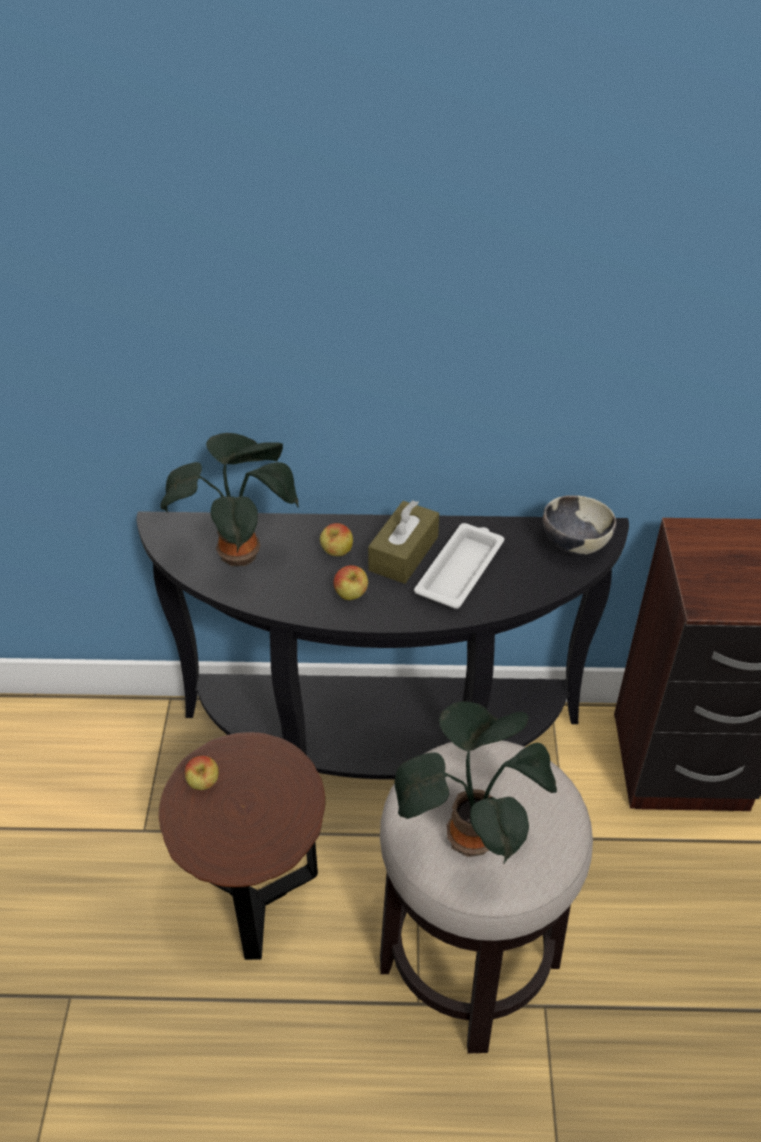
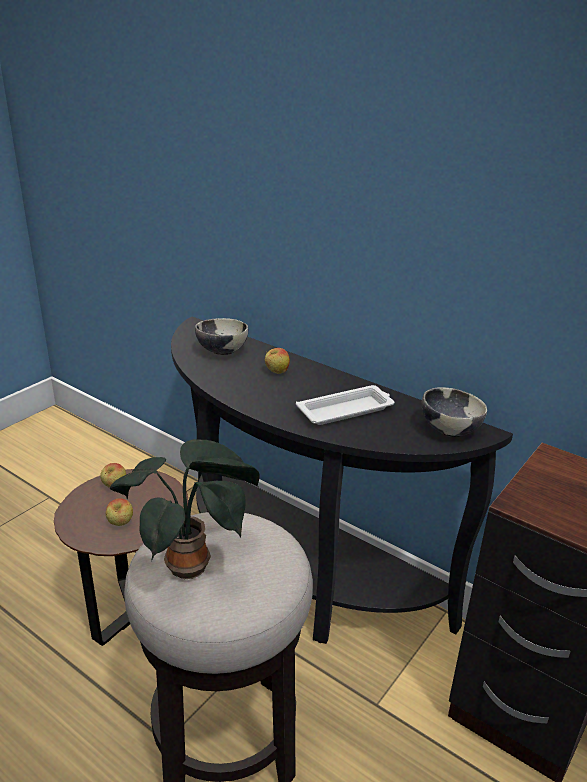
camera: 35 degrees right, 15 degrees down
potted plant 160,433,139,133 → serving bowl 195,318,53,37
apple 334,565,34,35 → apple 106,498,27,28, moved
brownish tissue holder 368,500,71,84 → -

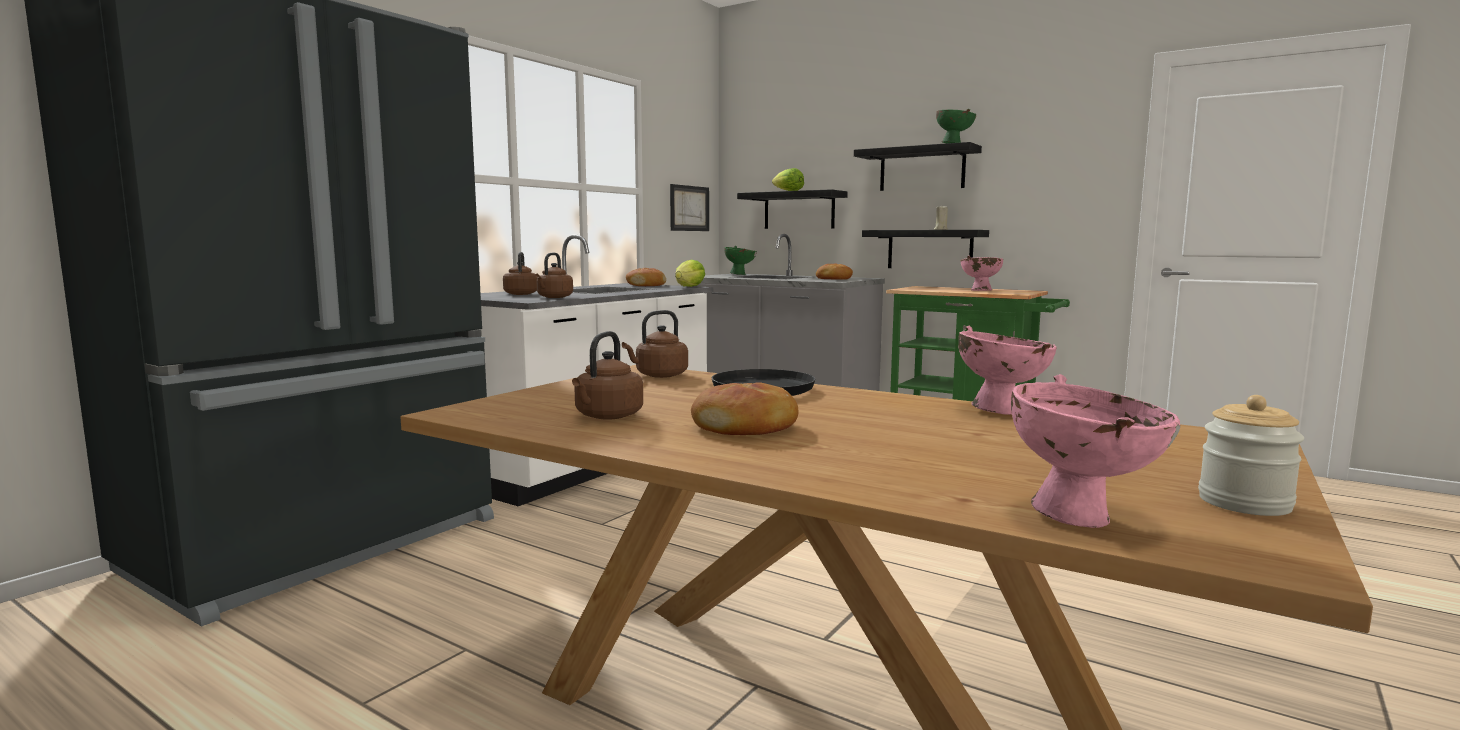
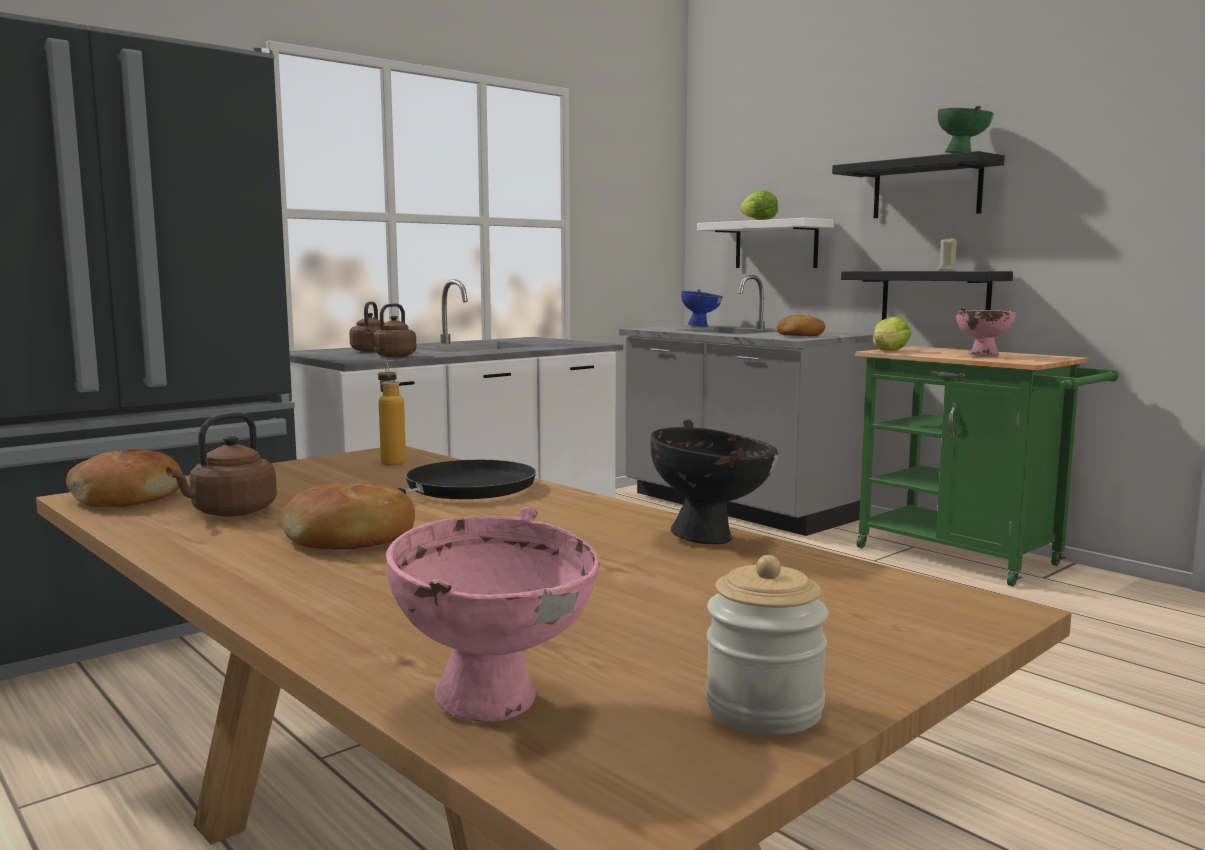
camera: 15 degrees right, 0 degrees up
brownish tea kettle 622,310,66,68 → drink bottle 378,362,28,104
bakery bread 626,268,40,18 → bakery bread 66,449,117,58, moved
wall picture 670,184,39,47 → -
head of lettuce 675,260,30,27 → head of lettuce 873,316,38,35, moved
green-coloured serving bowl 724,246,33,29 → blue-coloured serving bowl 681,290,41,37
black-coloured bracket shelf 737,189,111,40 → whitish bracket shelf 697,218,137,50
pink-coloured serving bowl 958,326,99,89 → black-coloured serving bowl 650,420,128,124

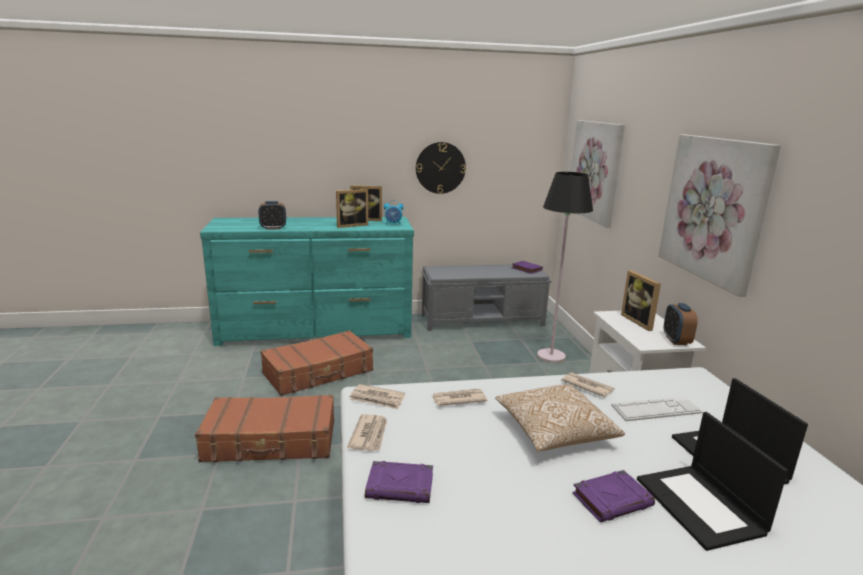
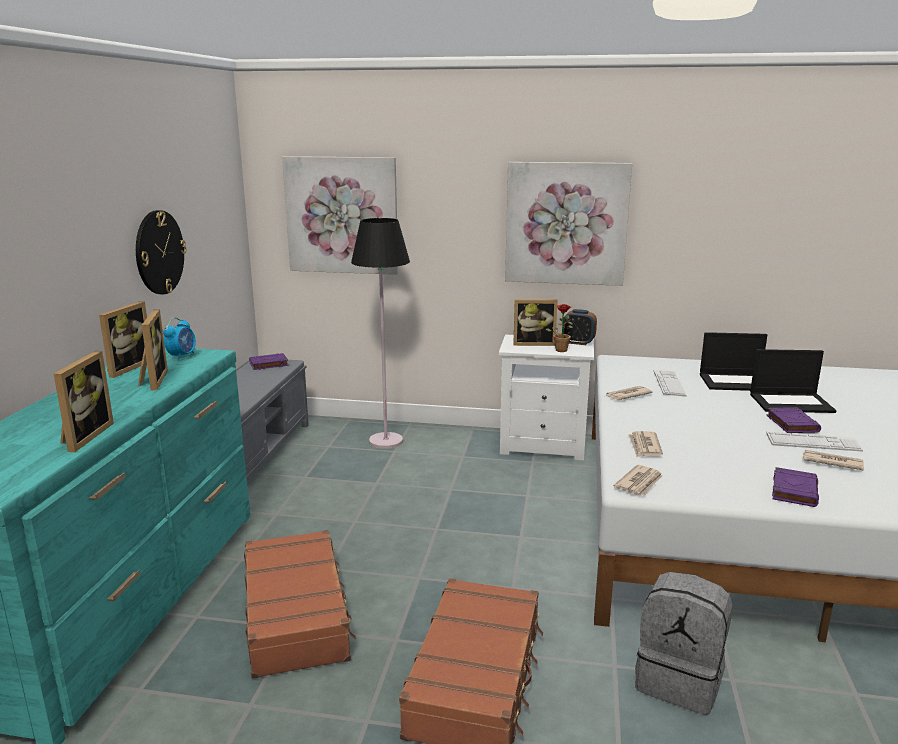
camera: 70 degrees left, 0 degrees up
bedside clock 258,201,28,29 → standing frame 54,351,60,101
newspaper 347,414,40,37 → newspaper 803,450,61,20, moved
pillow 495,384,130,68 → -
- → potted plant 546,304,27,48
- → grey backpack 635,572,98,143
- → keyboard 766,432,97,20

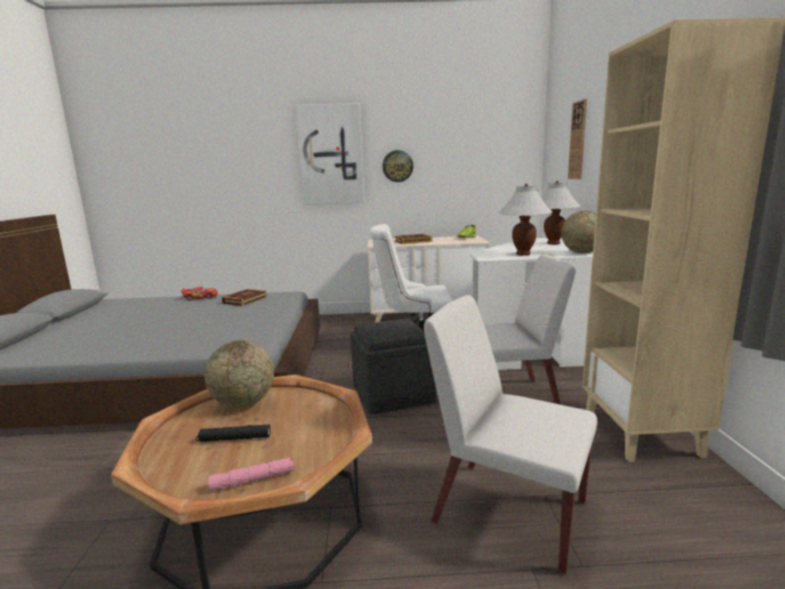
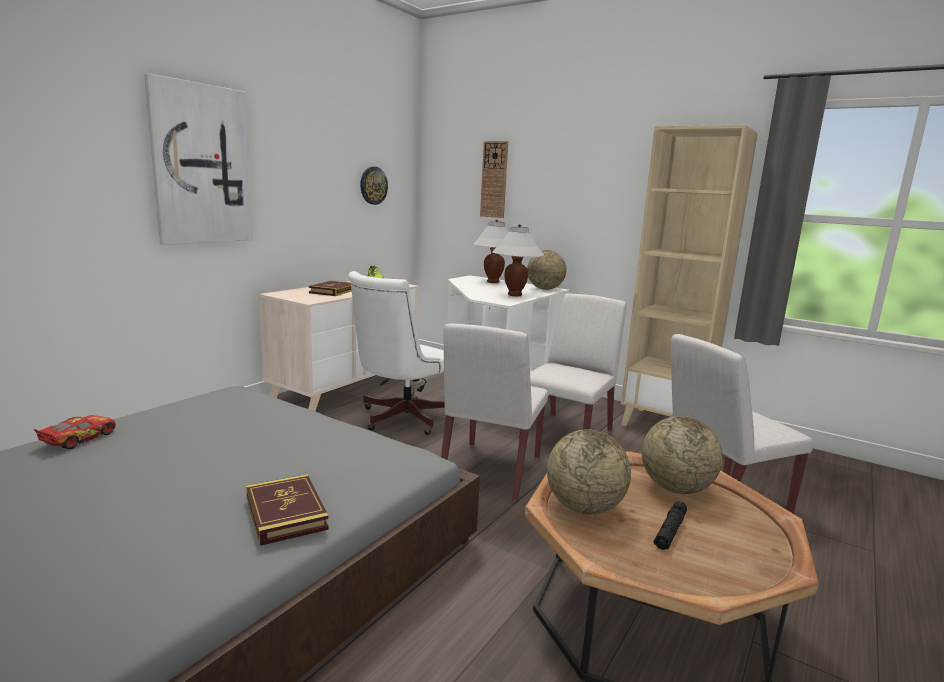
camera: 55 degrees left, 0 degrees up
pink-coloured flashlight 208,457,87,34 → -
book 222,289,45,17 → book 246,474,83,72, moved
grey pouffe 350,318,86,96 → whitish upright chair 441,323,107,178
clock on the wall 382,150,31,32 → clock on the wall 360,167,28,38, moved
- → world globe 642,416,81,78

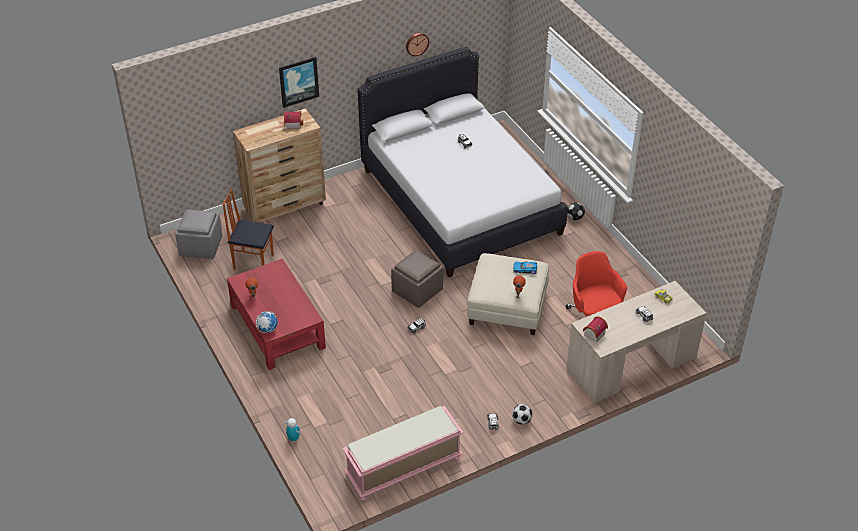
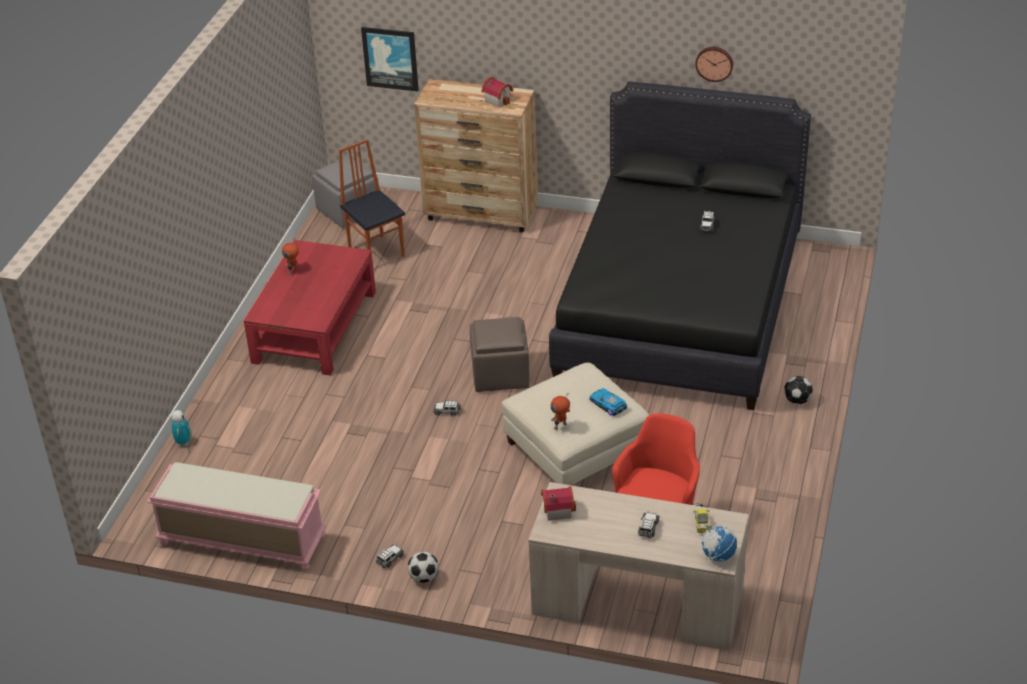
camera: 45 degrees right, 5 degrees down
world globe 256,311,22,22 → world globe 700,525,37,37, moved
wall picture 279,57,40,51 → wall picture 361,27,58,65, moved
whitish bedroom bed 358,47,210,230 → black-coloured bedroom bed 549,81,262,329

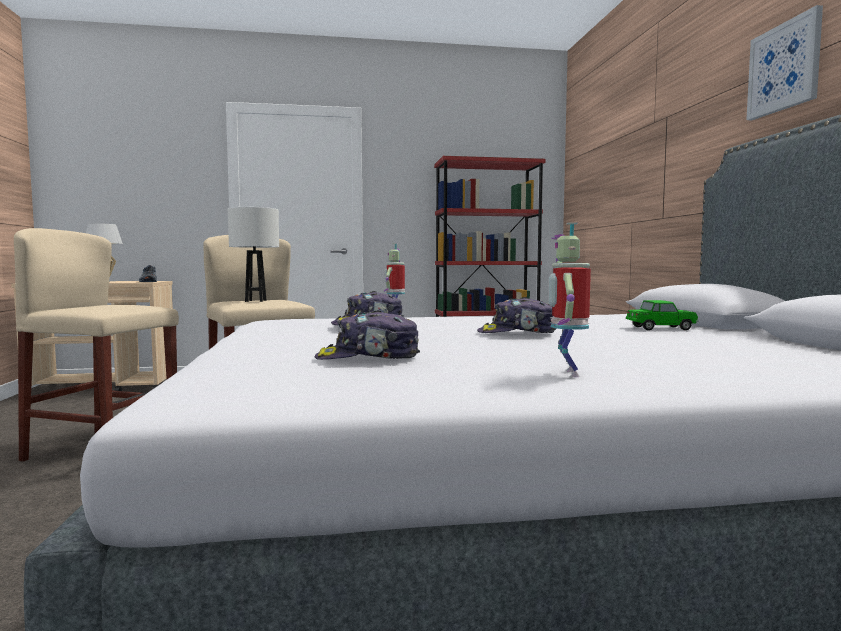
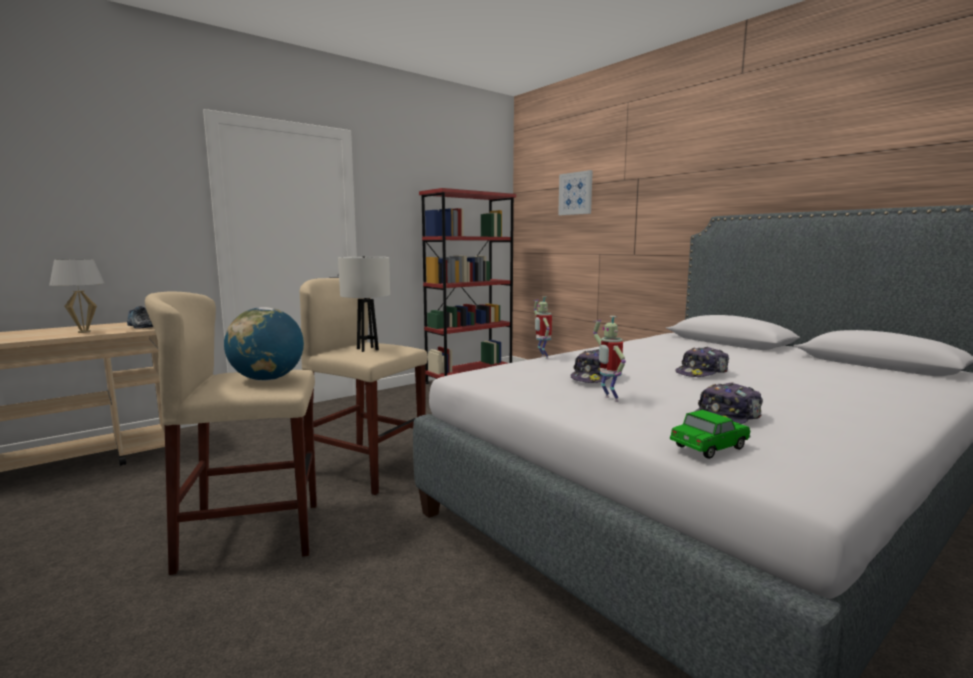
camera: 30 degrees left, 5 degrees up
robot figure 548,222,43,155 → robot figure 593,316,33,86, moved
toy car 626,300,72,30 → toy car 670,410,81,49, moved
wall picture 746,5,77,115 → wall picture 558,170,35,45, moved
- → world globe 224,307,80,74

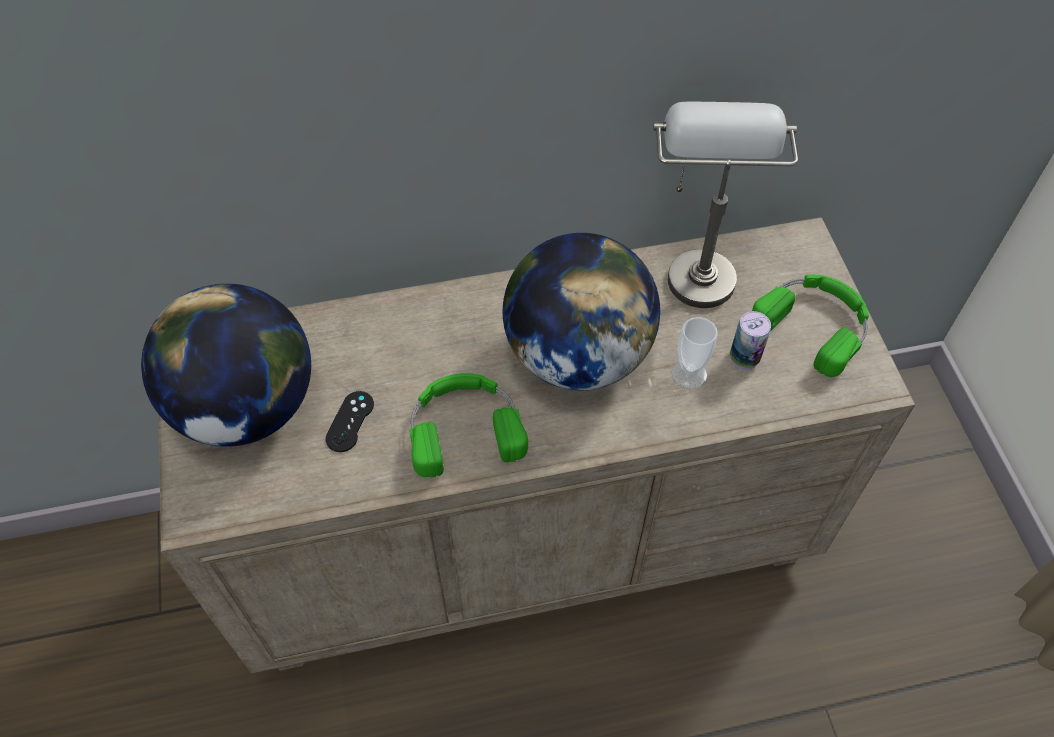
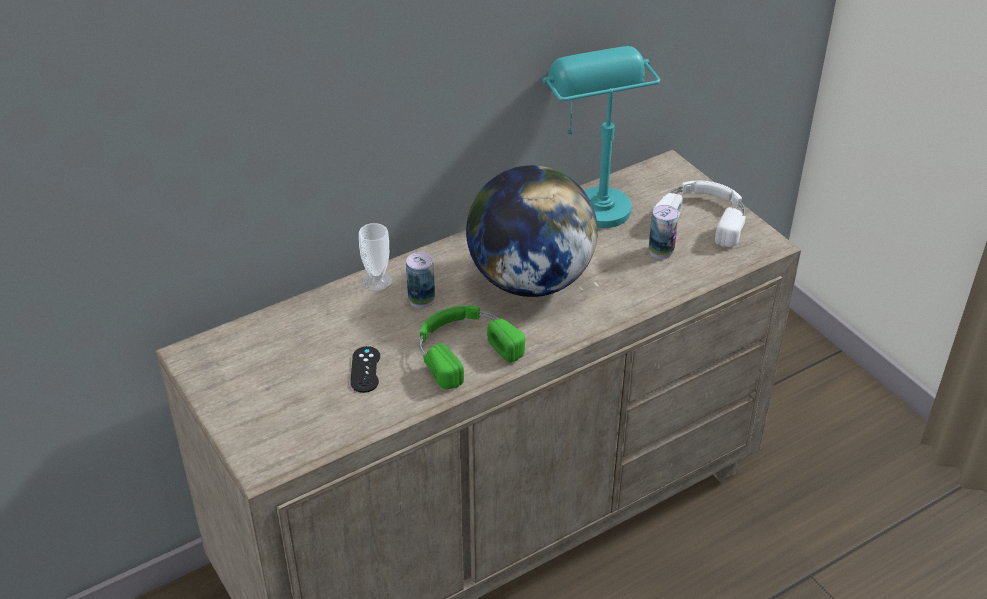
camera: 20 degrees left, 15 degrees down
world globe 141,283,170,164 → -
grey lamp for a table 653,102,145,206 → turquoise lamp for a table 543,46,117,182
small cup 671,317,47,72 → small cup 359,223,33,68, moved
green-coloured pair of headphones 752,274,117,103 → whitish pair of headphones 654,181,92,66
- → can 406,252,29,57

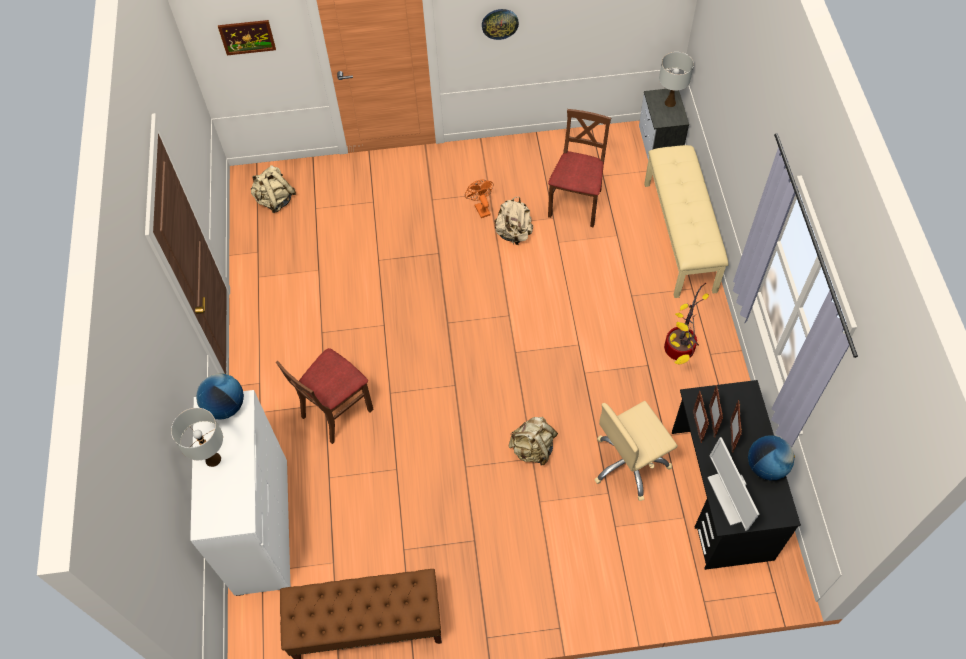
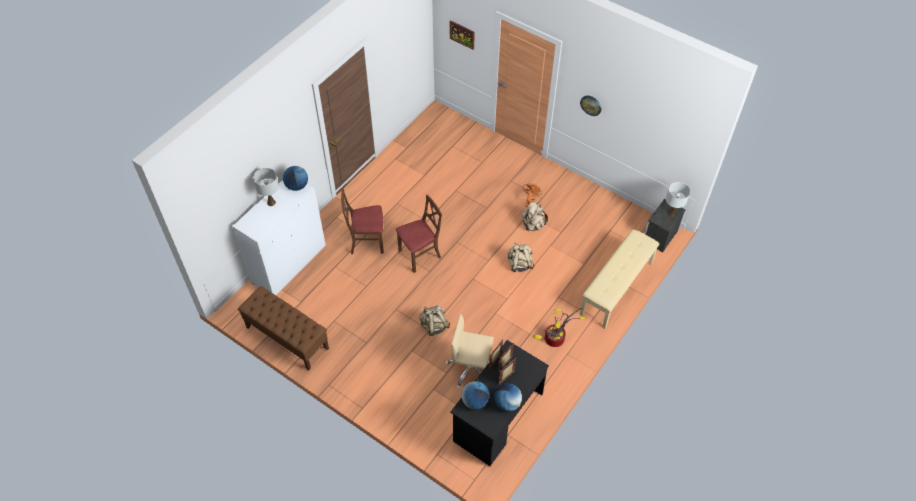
camera: 40 degrees right, 5 degrees down
sand-coloured backpack 251,165,45,48 → sand-coloured backpack 508,243,26,29, moved
brownish upright chair 548,109,63,118 → brownish upright chair 396,195,46,78, moved
monitor 708,437,51,94 → world globe 461,381,28,28

